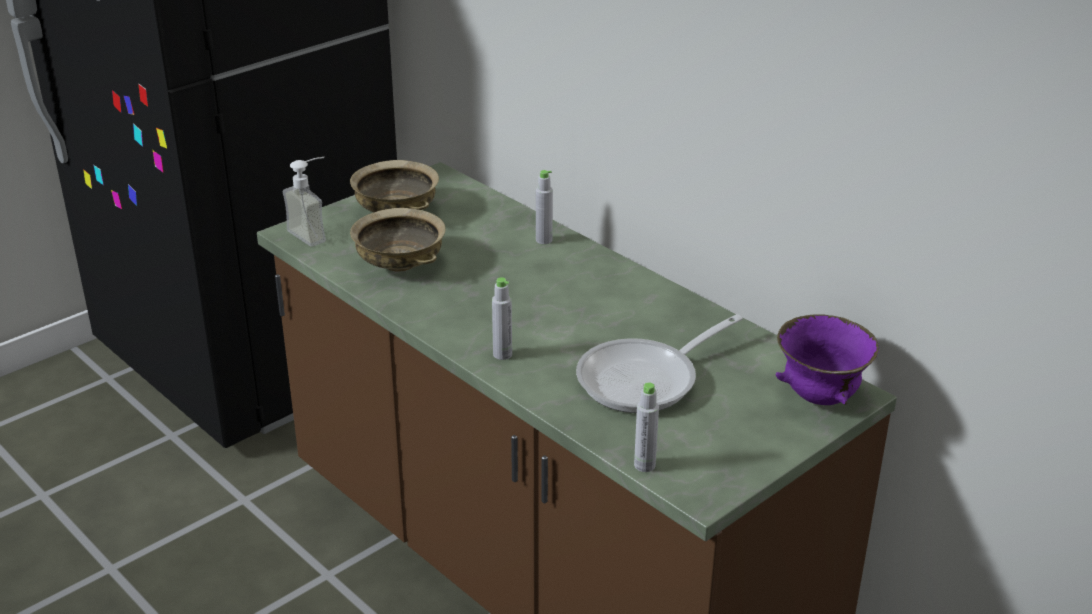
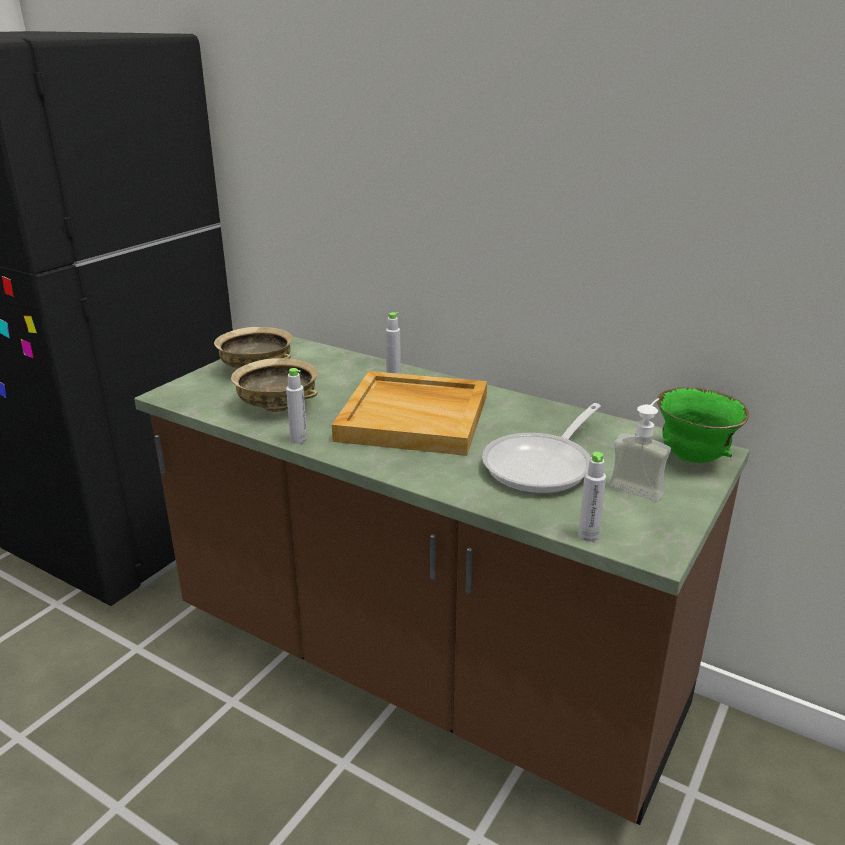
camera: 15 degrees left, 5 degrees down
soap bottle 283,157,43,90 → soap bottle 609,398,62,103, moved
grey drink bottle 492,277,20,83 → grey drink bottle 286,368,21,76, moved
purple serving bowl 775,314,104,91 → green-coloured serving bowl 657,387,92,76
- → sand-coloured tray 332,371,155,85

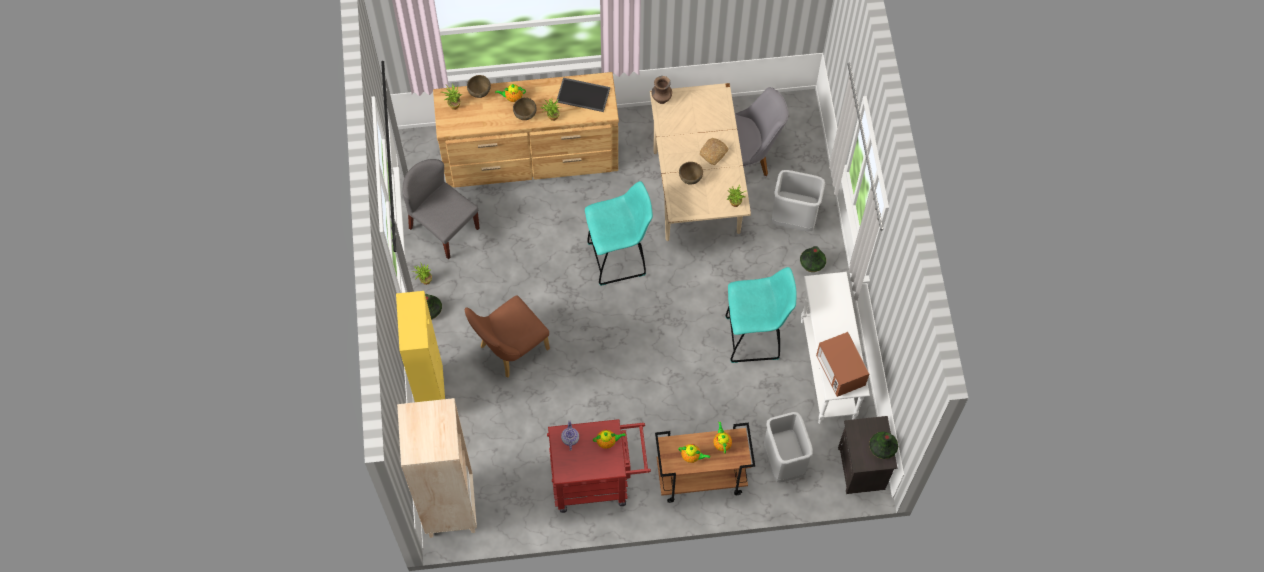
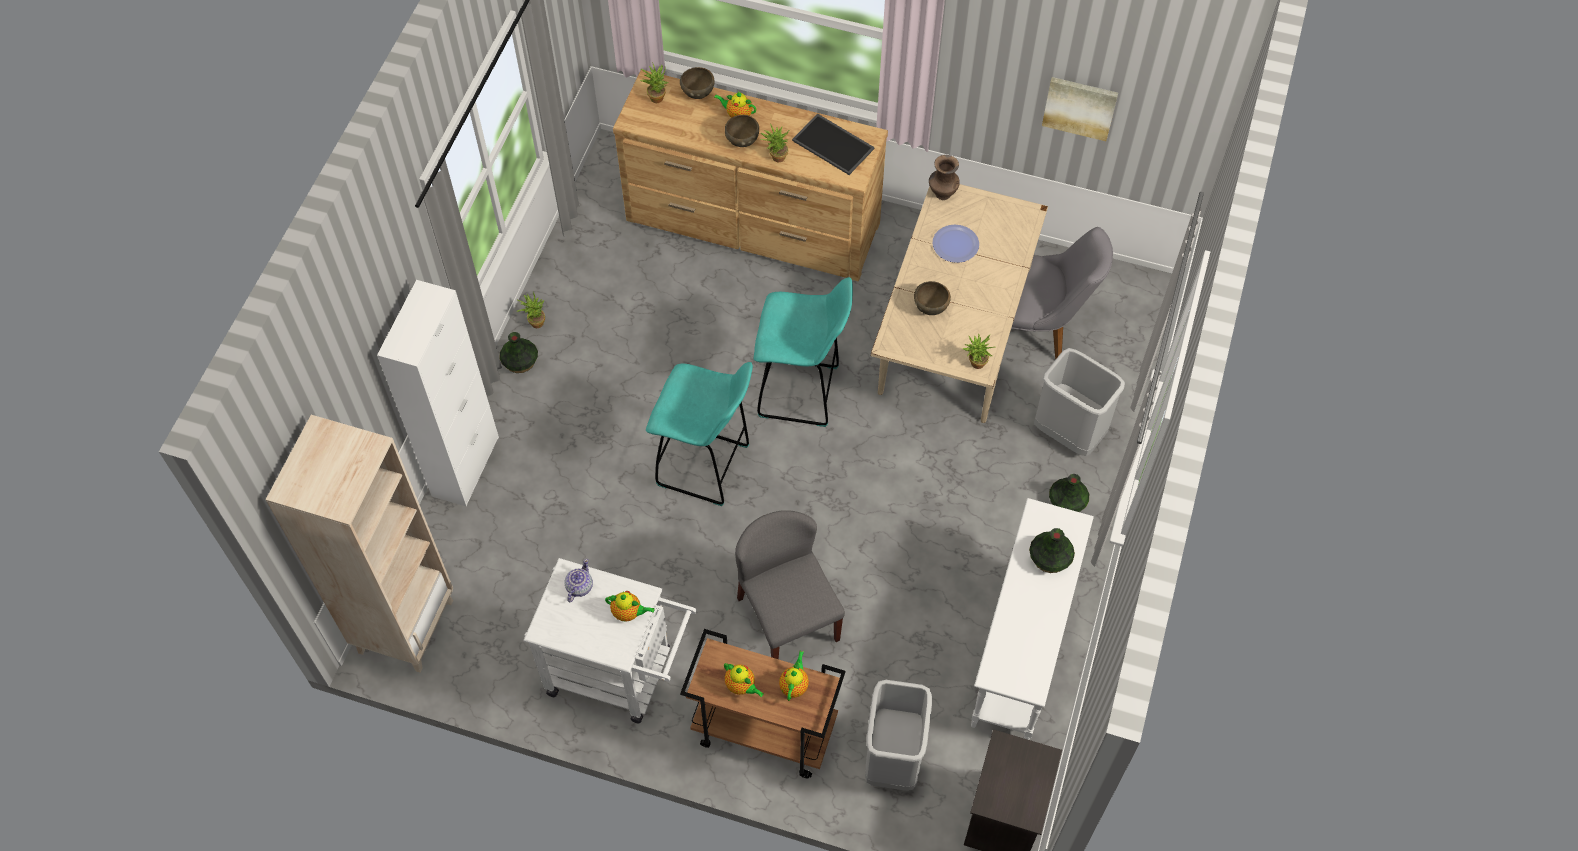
camera: 25 degrees right, 5 degrees down
yellow-coloured cabinet 396,291,49,111 → whitish cabinet 377,280,122,227
grey upright chair 402,159,78,100 → grey upright chair 735,510,110,149, moved
brownish upright chair 465,295,85,83 → -
red wheeled cart 547,419,104,94 → whitish wheeled cart 523,558,173,166
bakery bread 700,138,28,27 → -
turquoise stool 726,267,71,96 → turquoise stool 646,362,107,144, moved
kitchen microwave 816,332,53,65 → -
decorative vase 869,431,29,28 → decorative vase 1029,528,46,45, moved
- → dinner plate 932,224,47,39
- → wall picture 1042,77,76,64

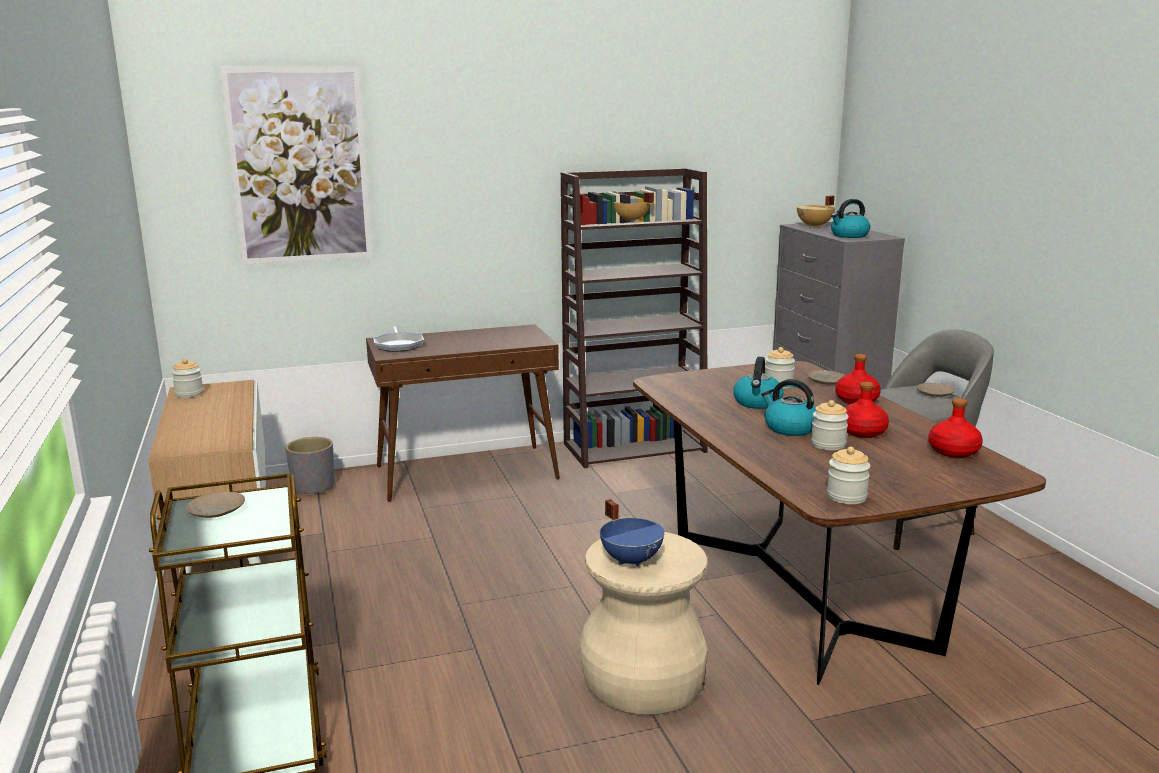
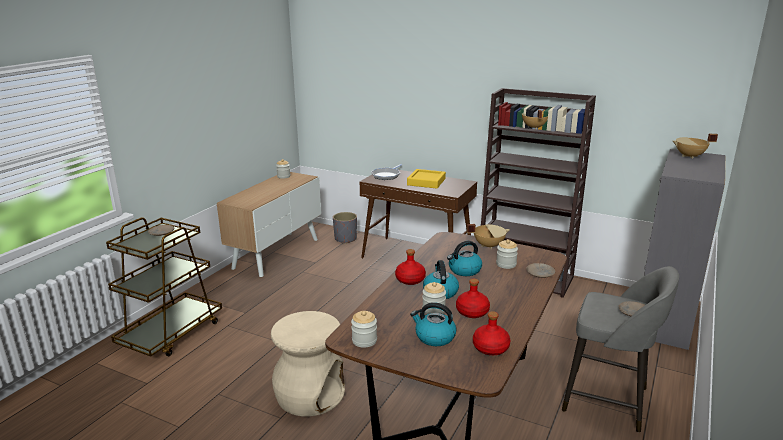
camera: 45 degrees right, 5 degrees up
wall picture 220,66,153,199 → -
blue-coloured saucepot 600,499,65,68 → -
tea kettle 831,199,39,39 → tea kettle 410,302,47,44, moved
red drink bottle 835,354,46,50 → red drink bottle 395,249,31,36, moved
- → yellow-coloured tray 407,169,39,20
- → sand-coloured saucepot 467,224,43,25

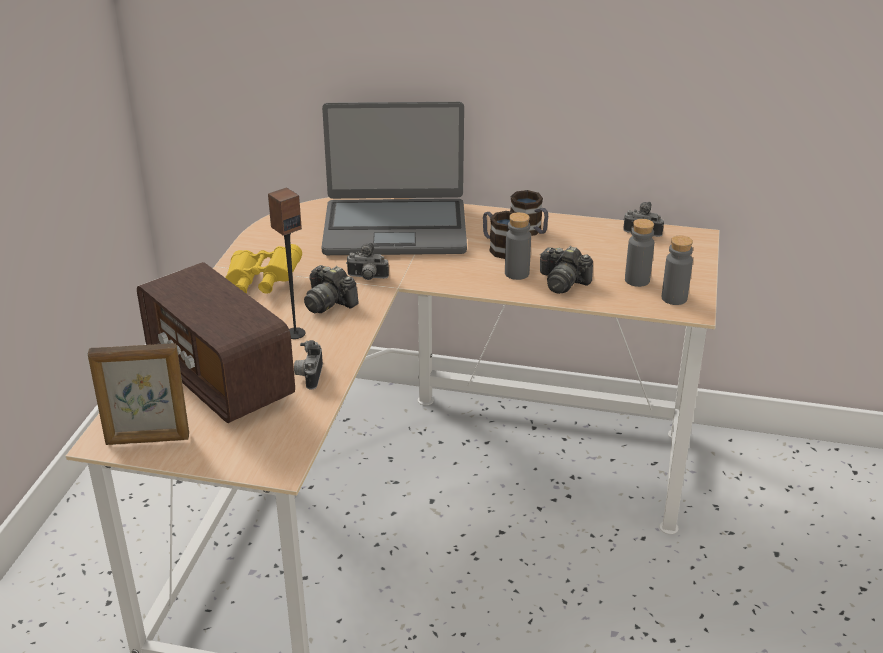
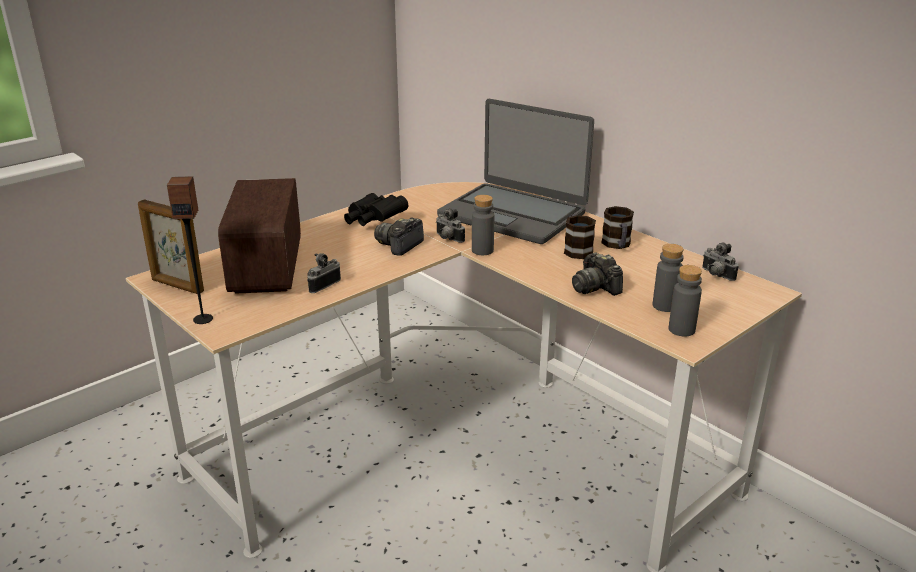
camera: 35 degrees right, 5 degrees down
yellow-coloured field glasses 225,244,77,50 → black-coloured field glasses 344,193,64,33
audio speaker 268,188,37,151 → audio speaker 167,176,46,148, moved
still camera 304,265,55,48 → still camera 374,218,50,38, 45 degrees clockwise
grey drink bottle 505,212,26,68 → grey drink bottle 472,195,22,60, moved

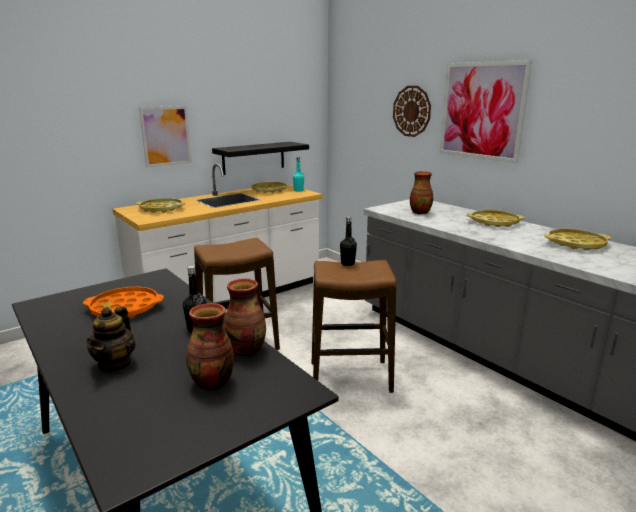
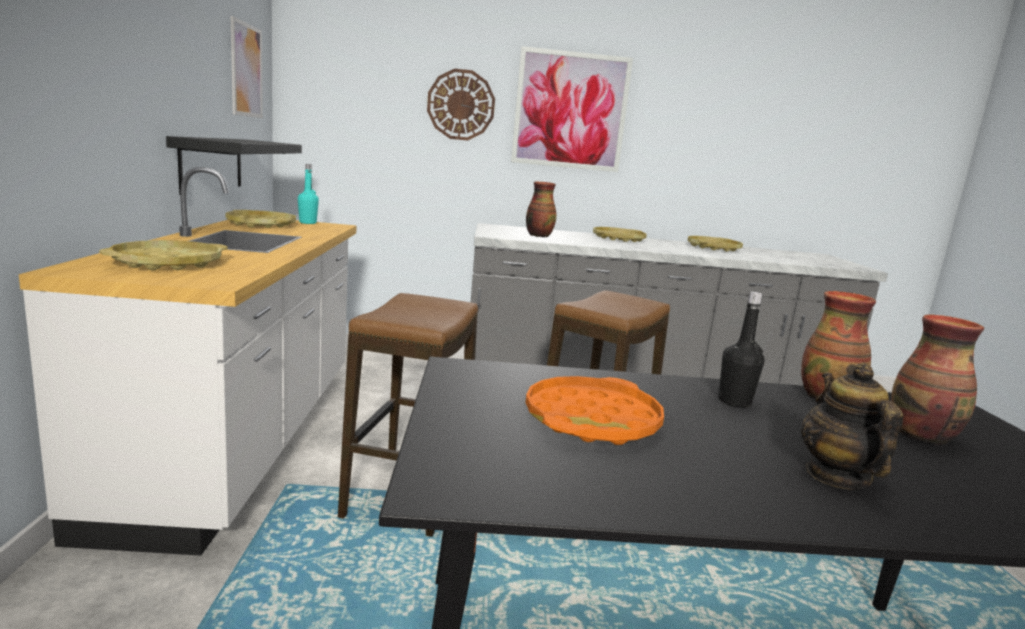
camera: 55 degrees left, 5 degrees down
tea pot 86,307,50,66 → tea pot 801,363,102,127, 135 degrees counterclockwise
wall picture 139,106,53,61 → wall picture 231,16,32,102, moved
black-coloured drink bottle 340,216,17,50 → -

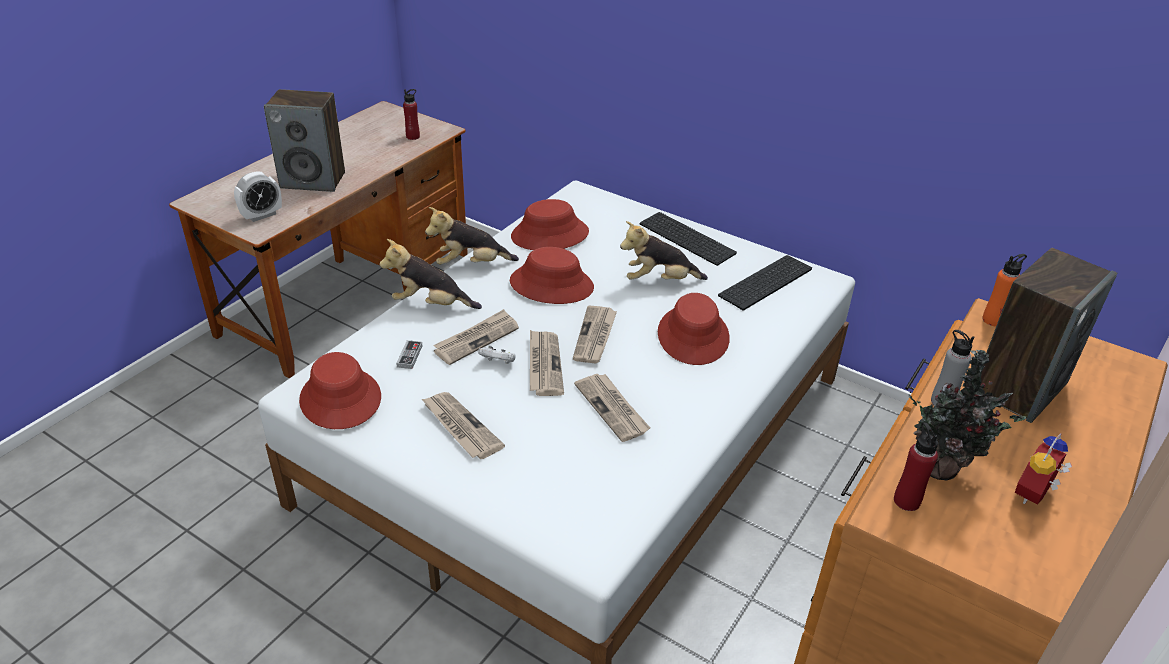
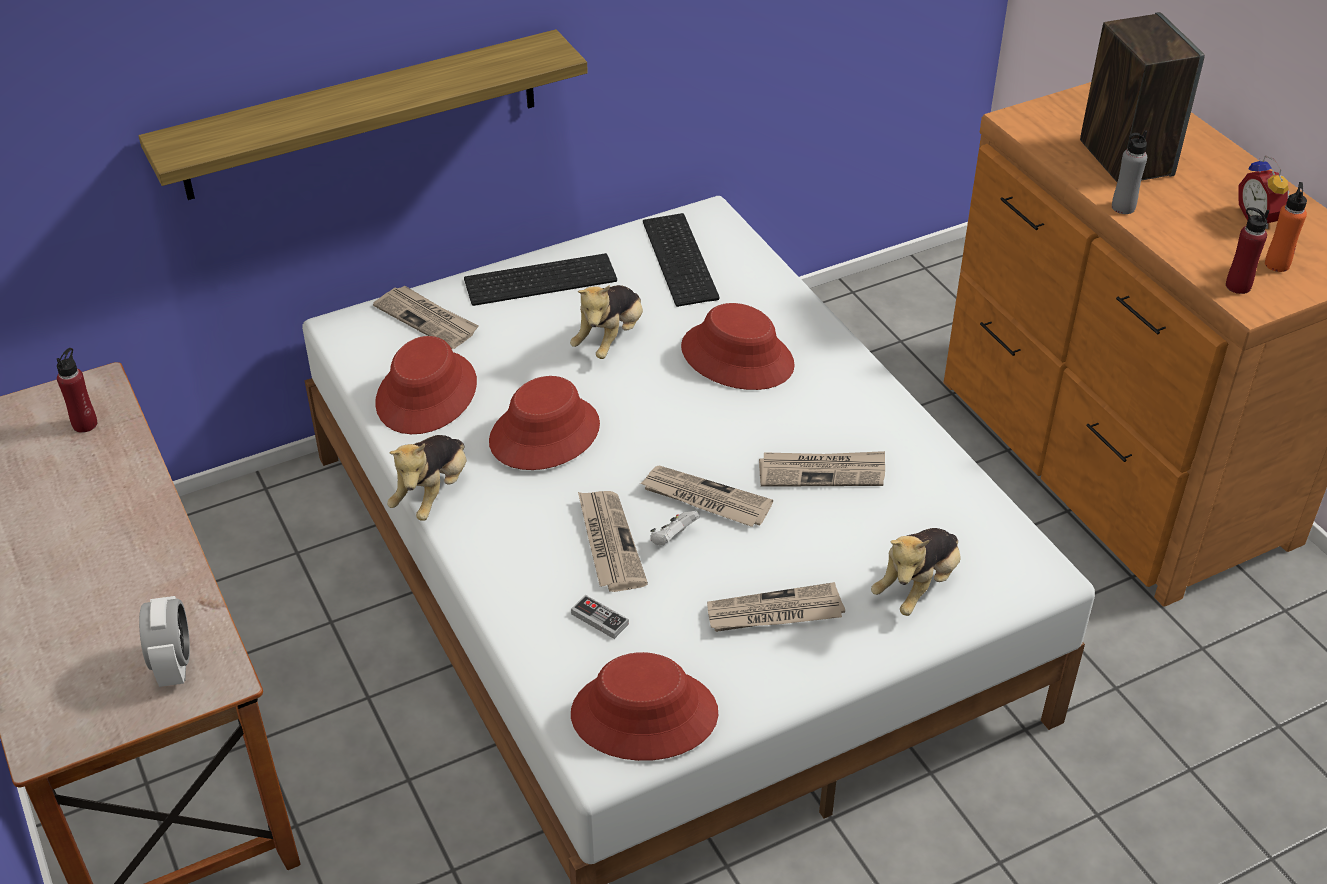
camera: 60 degrees left, 5 degrees up
audio speaker 264,89,81,103 → -
soft toy 380,239,102,70 → soft toy 871,528,90,88, moved
newspaper 573,306,44,57 → newspaper 373,285,106,64, moved
potted plant 909,350,117,130 → -
orange-coloured drink bottle 982,254,45,73 → orange-coloured drink bottle 1265,182,42,90, moved
- → bracket shelf 139,29,449,171

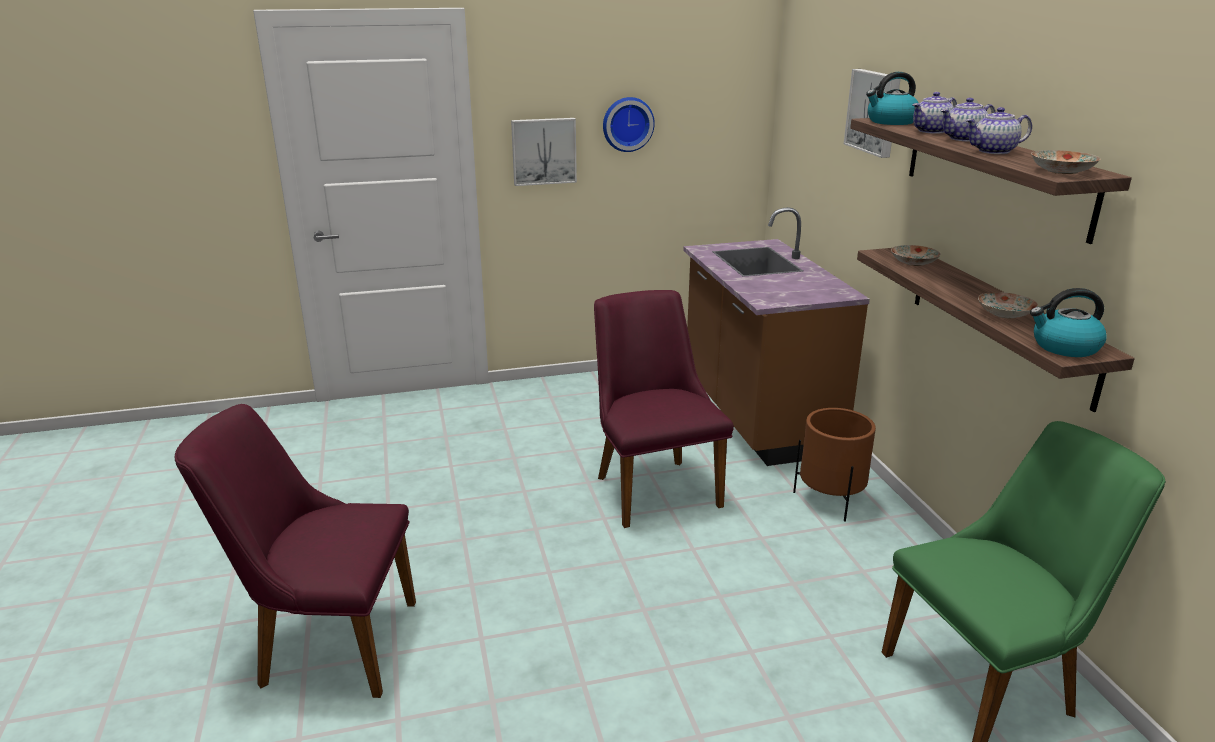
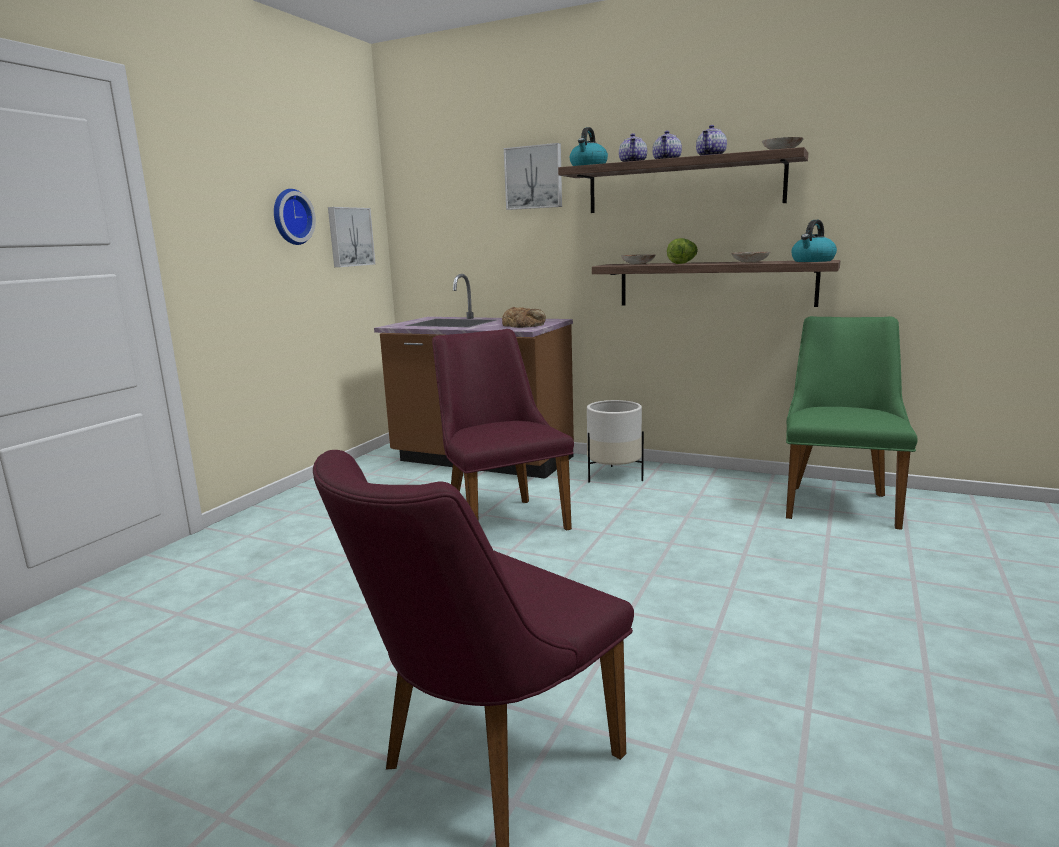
camera: 50 degrees left, 10 degrees down
wall picture 511,118,66,68 → wall picture 328,207,47,60, moved
purple upright chair 594,290,140,238 → purple upright chair 432,329,142,202, 45 degrees clockwise
brownish planter 793,408,83,114 → whitish planter 587,400,57,83
- → bakery bread 502,307,44,21
- → head of lettuce 667,238,31,26

